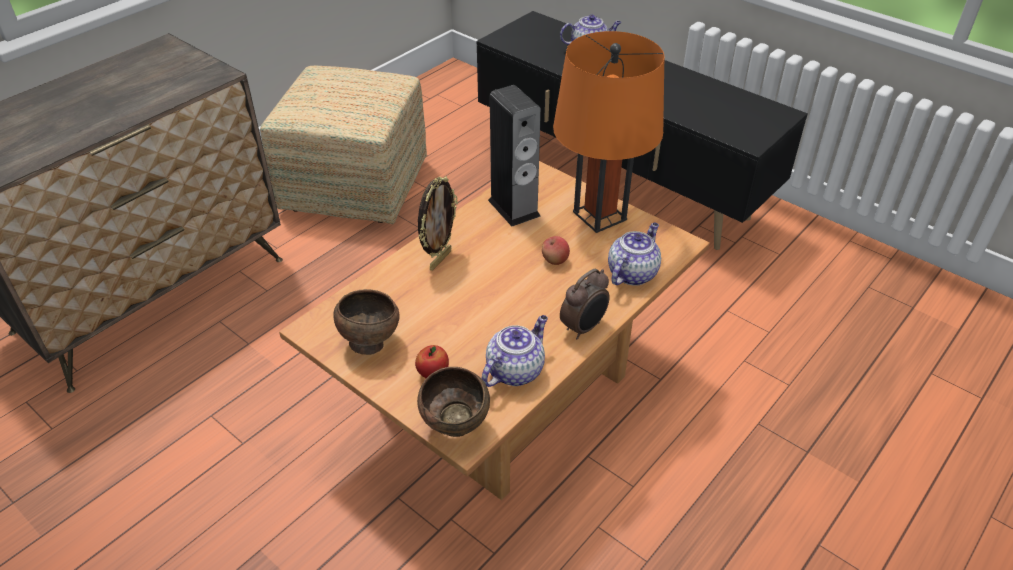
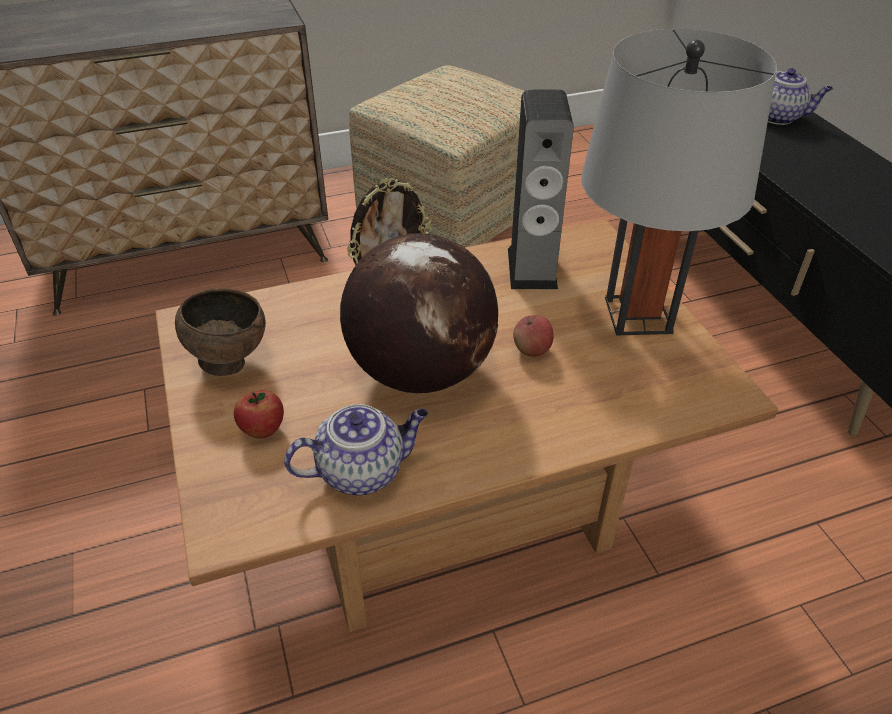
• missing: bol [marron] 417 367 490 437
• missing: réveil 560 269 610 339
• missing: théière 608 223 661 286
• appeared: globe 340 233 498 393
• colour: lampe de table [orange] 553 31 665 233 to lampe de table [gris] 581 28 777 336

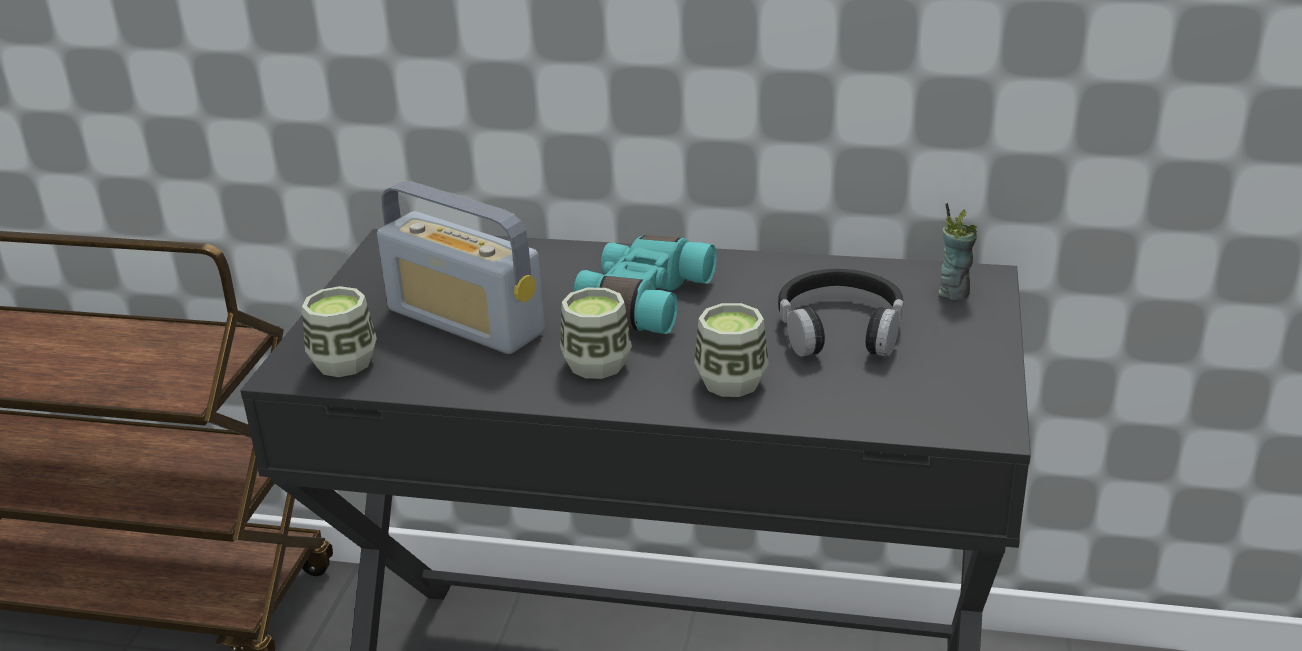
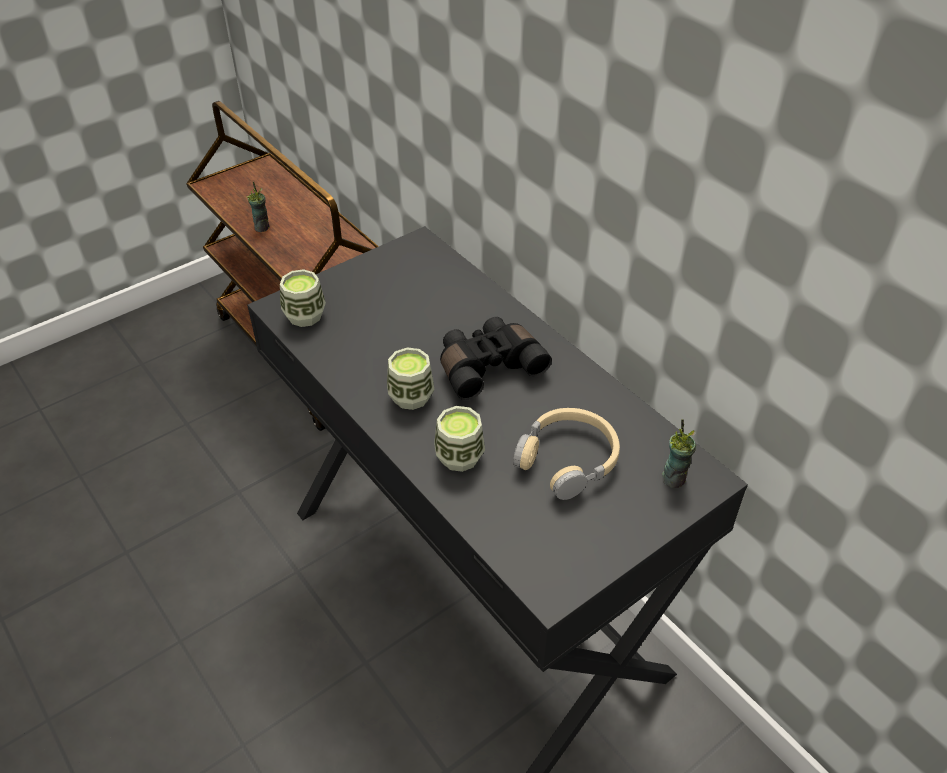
• missing: radio 377 181 545 354
• appeared: tasse 247 182 270 232
• colour: jumelles [turquoise] 574 235 717 334 to jumelles [noir] 440 317 552 400
• colour: casque audio [noir] 778 269 903 357 to casque audio [beige] 513 408 620 500

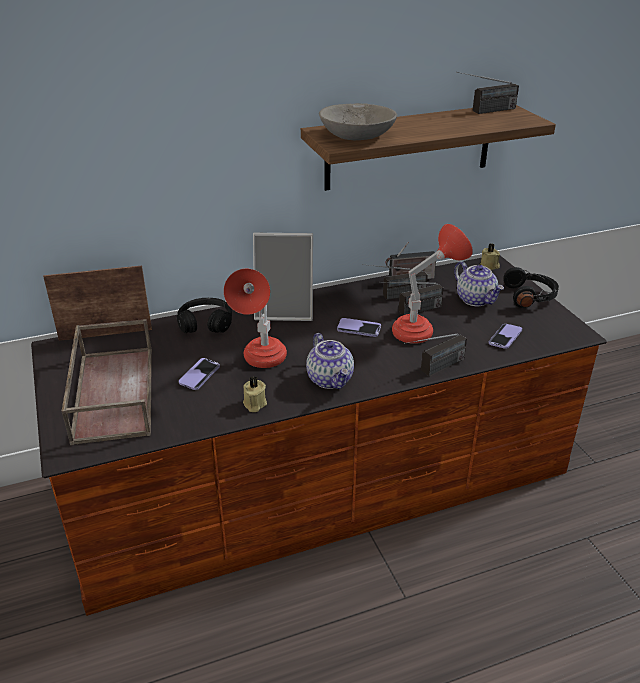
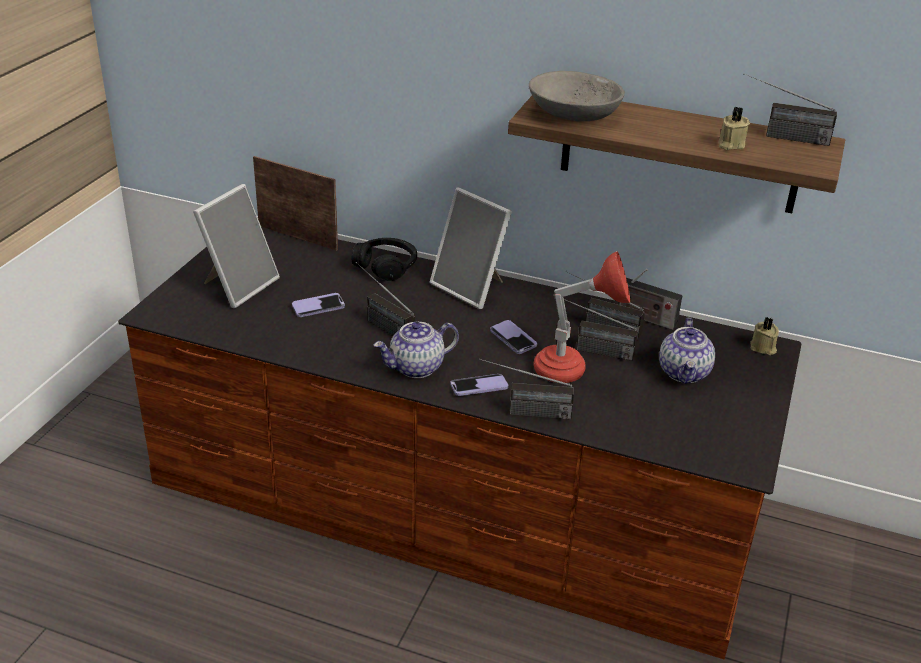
• missing: casque audio [noir] 503 267 559 308
• relocated: bougie [beige] 243 376 267 412 to 718 107 750 150
• relocated: téléphone 489 324 522 349 to 450 374 508 396
• exchanged: plateau [marron] 62 319 152 445 to cadre photo 193 184 280 308
• exchanged: lampe de table [rouge] 224 269 287 368 to radio 356 262 415 336
• spun: théière 306 333 354 389 = 374 322 459 378 45 degrees clockwise

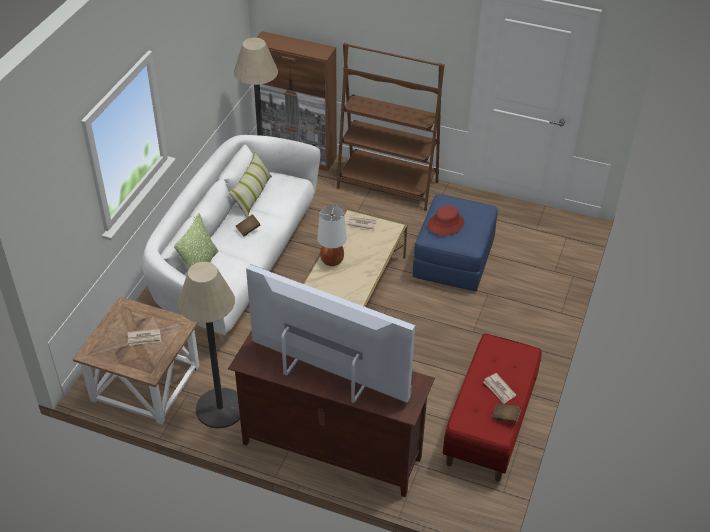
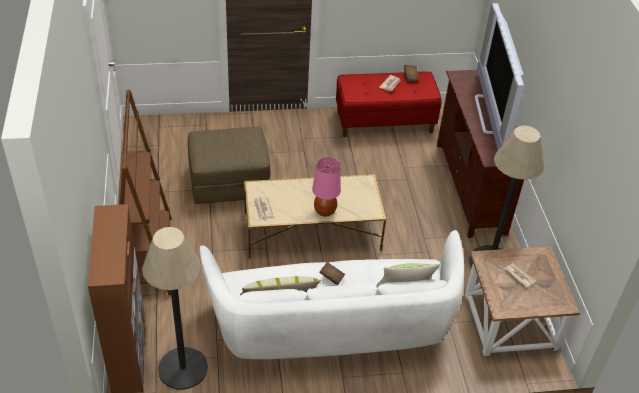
• missing: chapeau [rouge] 427 205 464 236
• colour: lampe de table [blanc] 317 205 347 266 to lampe de table [rose] 312 158 341 217
• colour: pouf [bleu] 413 195 498 291 to pouf [marron] 188 127 270 204

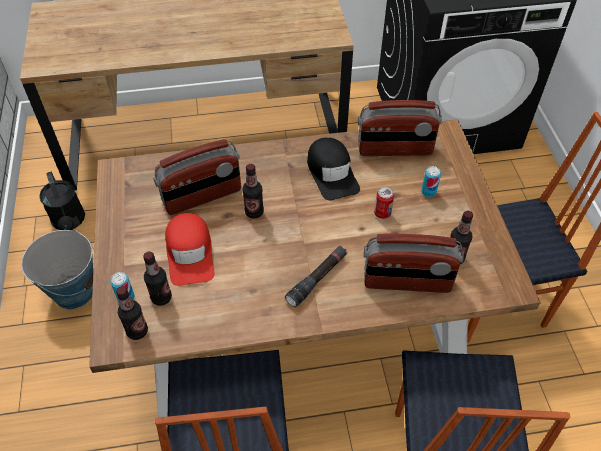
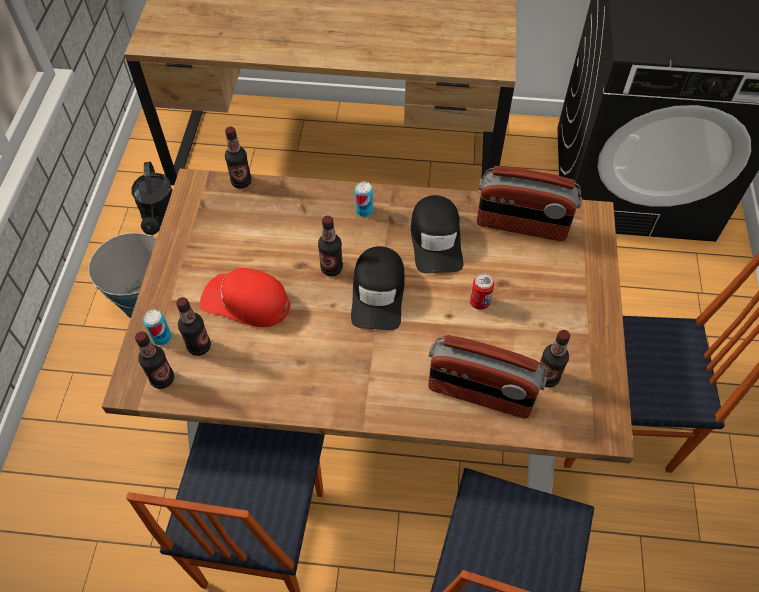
• missing: radio 153 139 241 215
• missing: lampe de poche [noir] 285 246 347 307
• appeared: bouteille 225 127 252 189
• appeared: casquette [noir] 351 246 405 330
• relocated: boîte métallique 421 166 441 197 to 355 182 373 217
• spun: casquette [rouge] 165 213 214 286 = 200 268 290 327 105 degrees clockwise

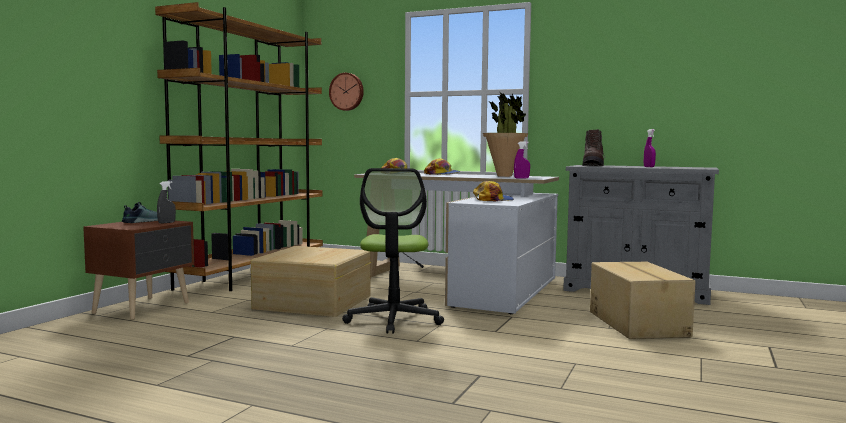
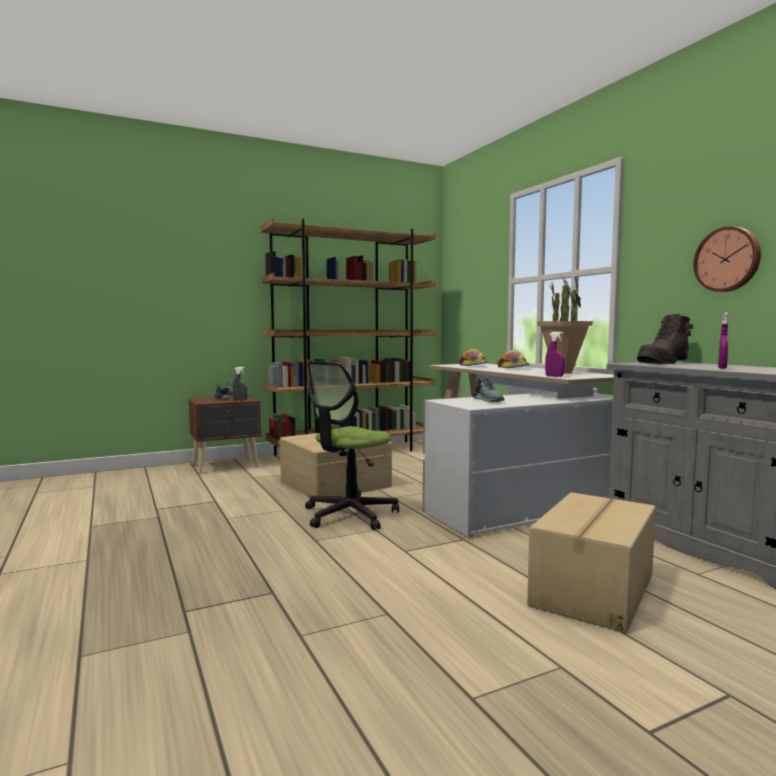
• relocated: horloge murale 329 73 364 111 to 693 226 761 292
• exchanged: casquette 473 181 514 202 to chaussure 473 378 504 402

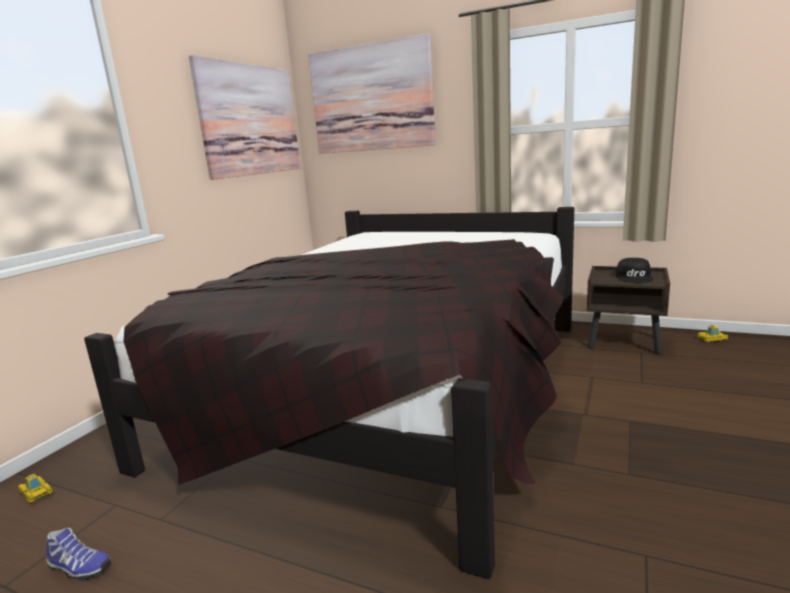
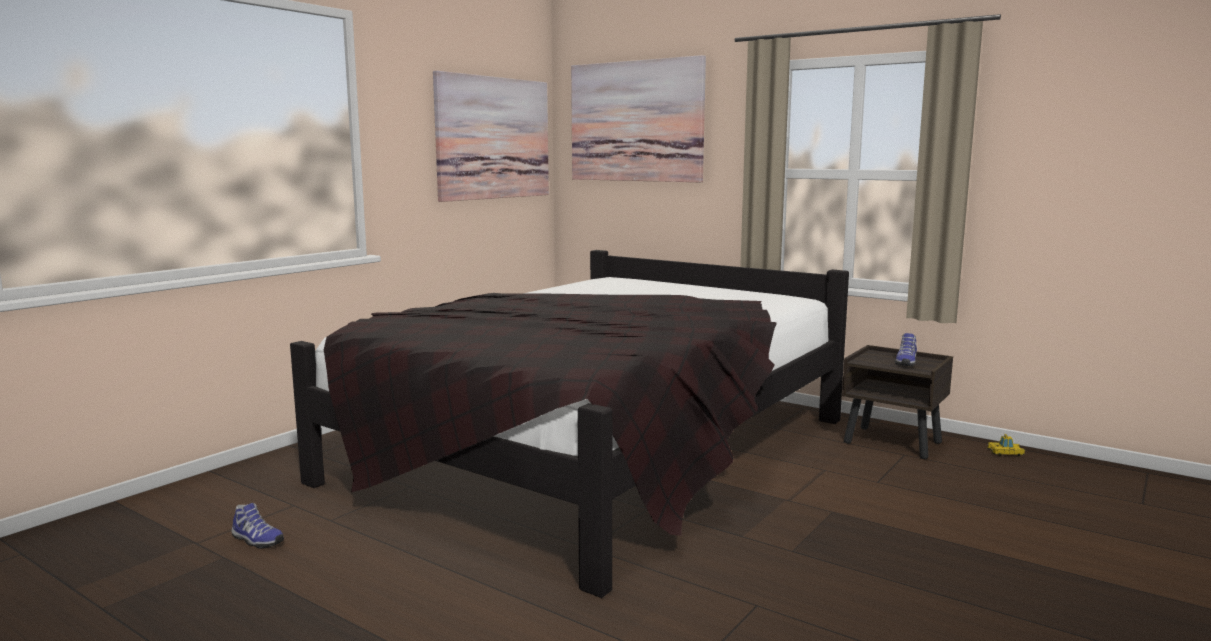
• missing: petite voiture 18 474 53 504
• exchanged: casquette [noir] 616 258 653 283 to chaussure 895 333 917 366

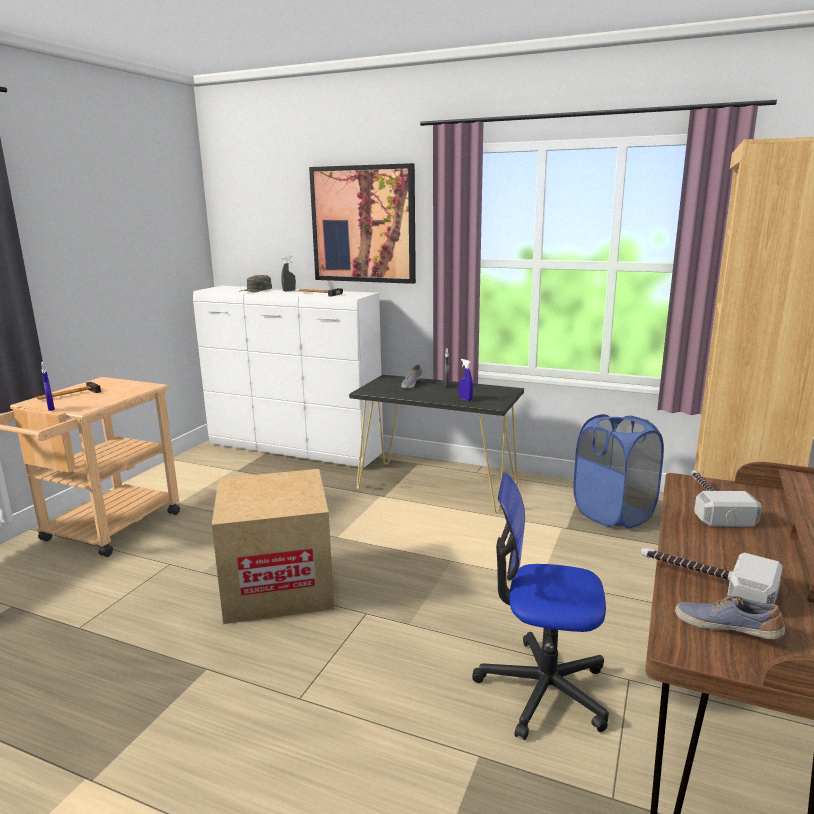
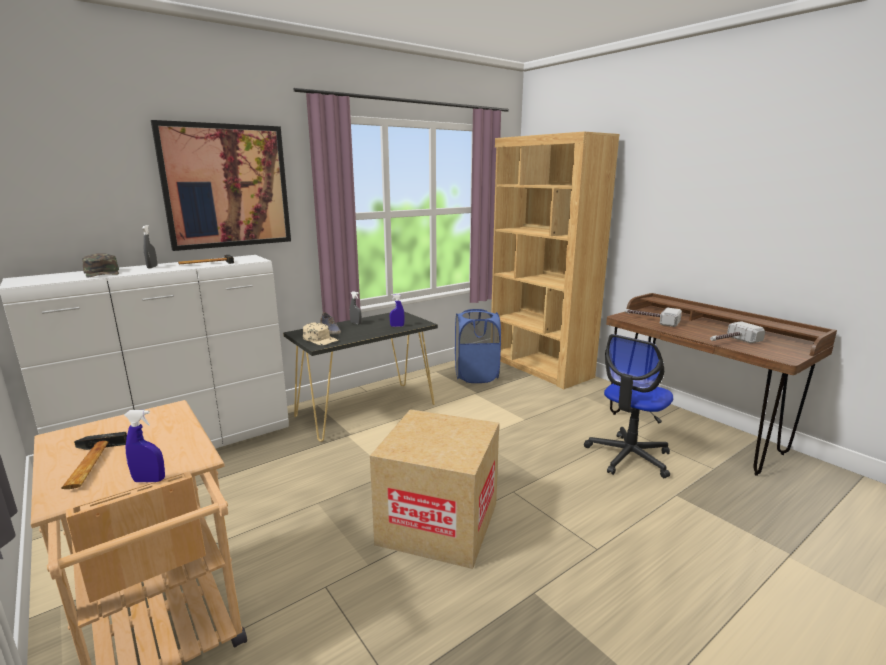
• missing: chaussure 675 595 785 639
• appeared: casquette [beige] 303 322 339 345

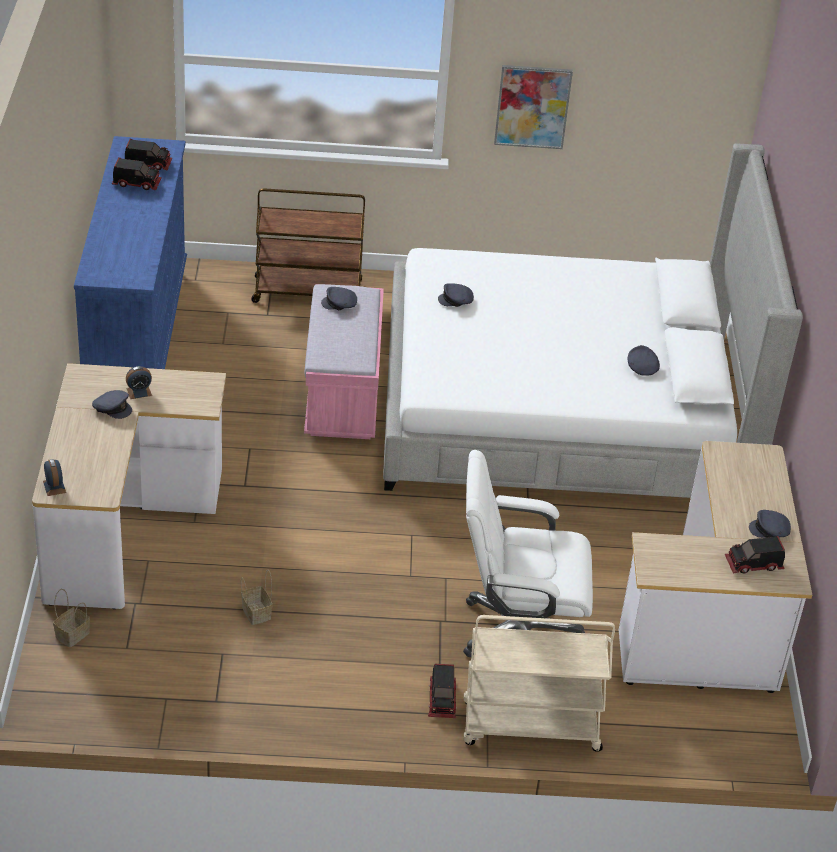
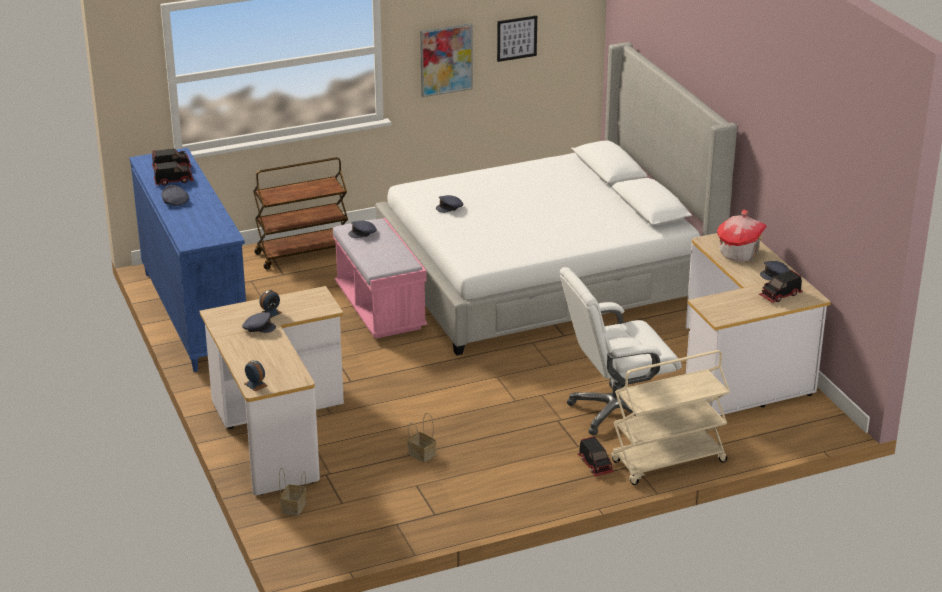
• appeared: tableau 497 15 537 62
• appeared: maison miniature 717 210 767 262
• relocated: casquette [gris] 628 345 660 376 to 161 185 189 206

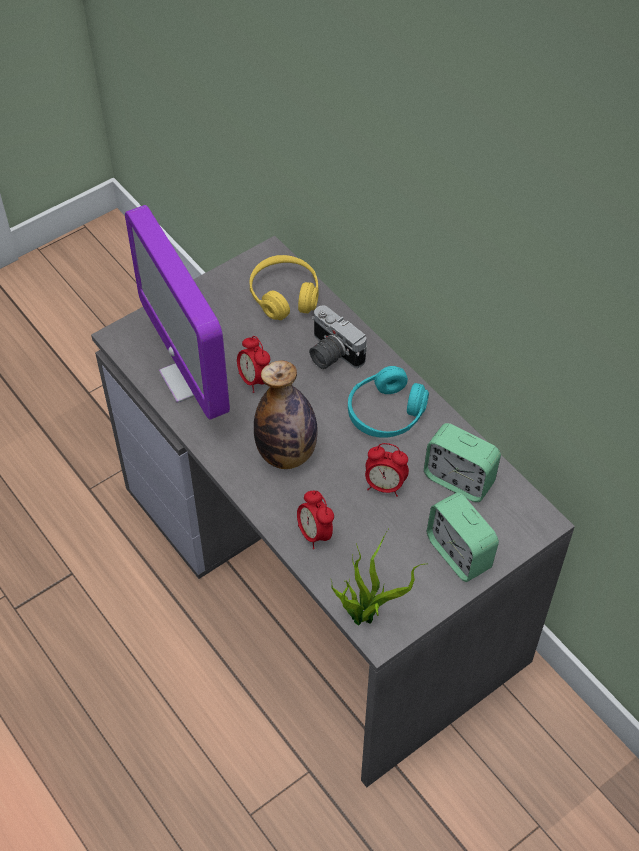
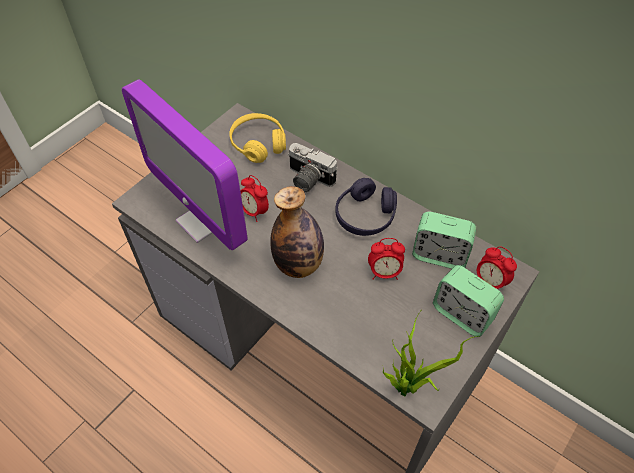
• relocated: réveil 297 491 334 549 to 477 246 517 289
• colour: casque audio [turquoise] 348 366 429 438 to casque audio [violet] 335 178 397 236

